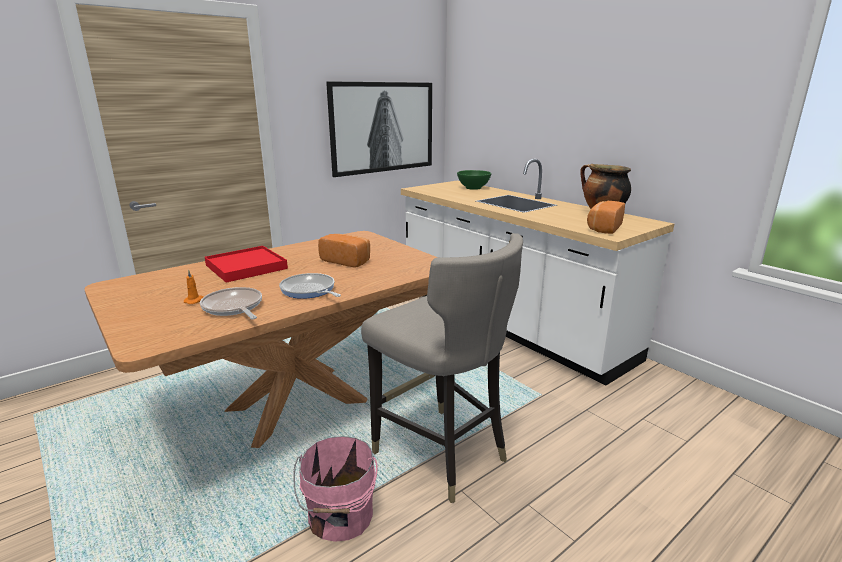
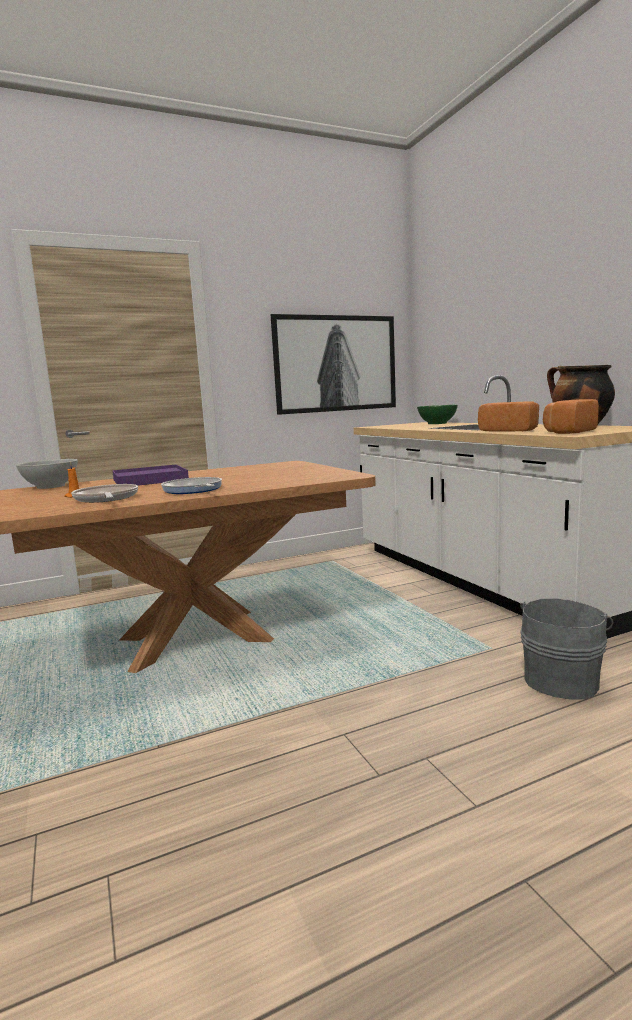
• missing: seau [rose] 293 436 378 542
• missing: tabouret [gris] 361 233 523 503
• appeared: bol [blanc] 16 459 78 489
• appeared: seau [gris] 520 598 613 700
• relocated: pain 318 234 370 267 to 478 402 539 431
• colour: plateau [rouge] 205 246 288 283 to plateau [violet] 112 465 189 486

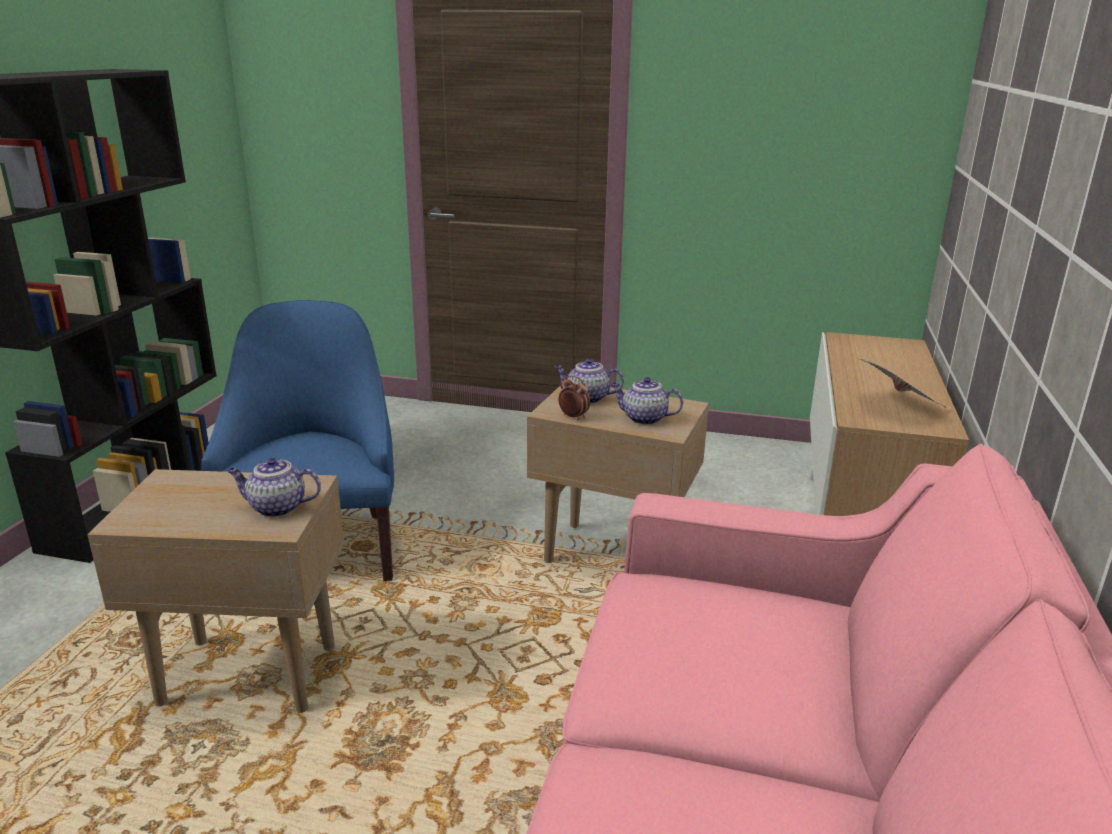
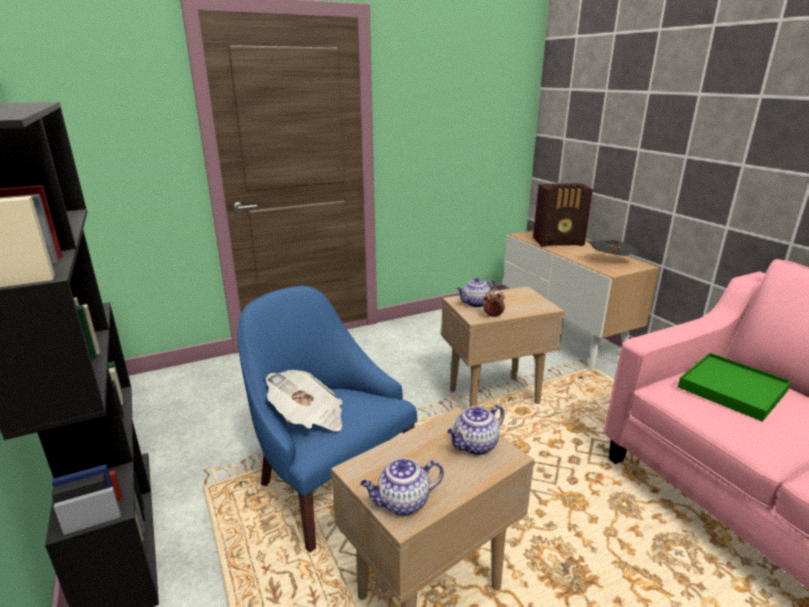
• appeared: journal 266 370 343 431
• appeared: radio 533 183 593 246
• appeared: plateau [vert] 678 353 791 422
• relocated: théière 611 377 683 425 to 360 458 444 516

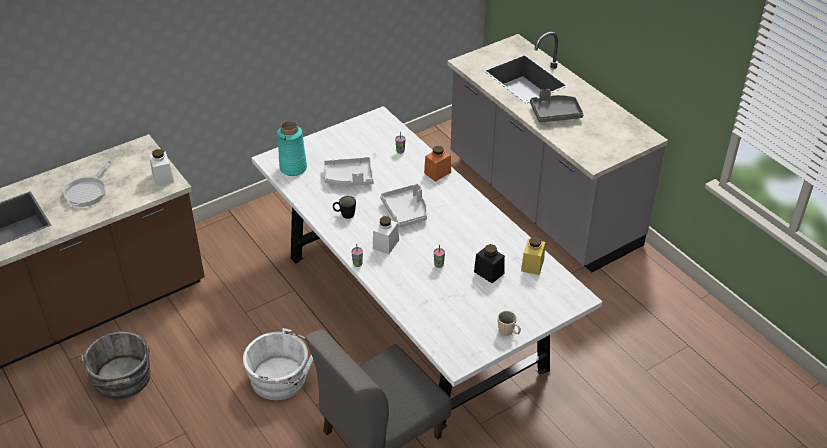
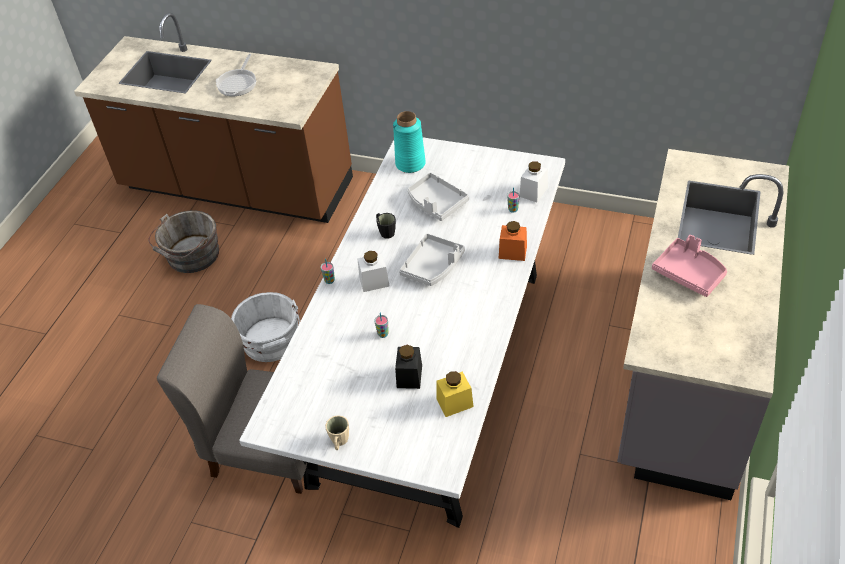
• relocated: bocal [blanc] 149 149 174 186 to 519 161 548 202
• colour: plateau [gris] 530 89 583 122 to plateau [rose] 652 235 727 297
• spun: poêle 63 160 112 207 = 216 54 256 96 60 degrees counterclockwise

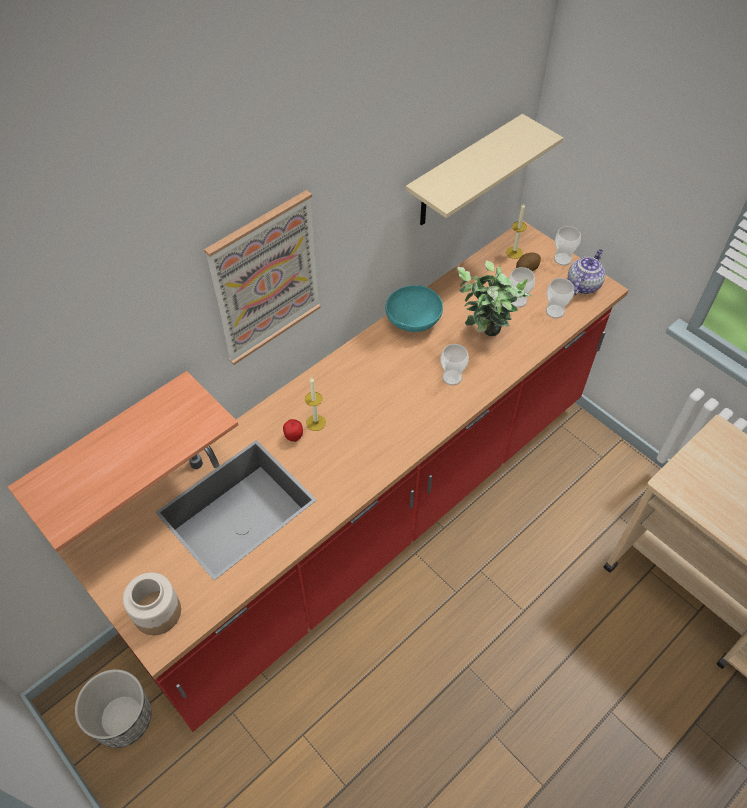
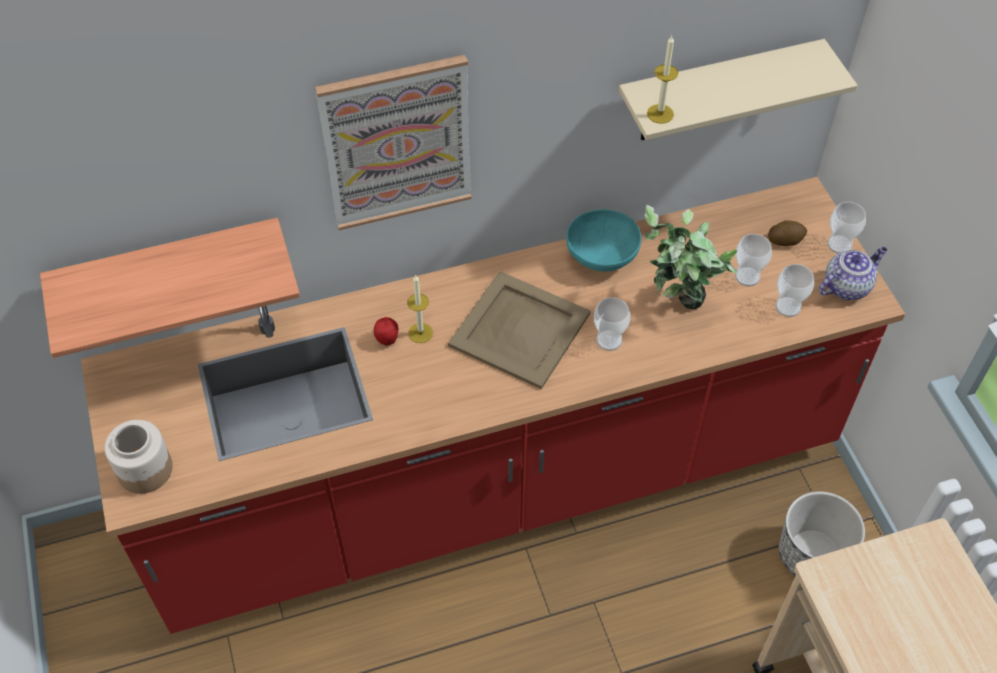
• appeared: plateau [beige] 448 271 591 389
• relocated: cache-pot 75 669 152 748 to 779 491 865 576
• relocated: bougie 506 203 527 259 to 647 36 678 124

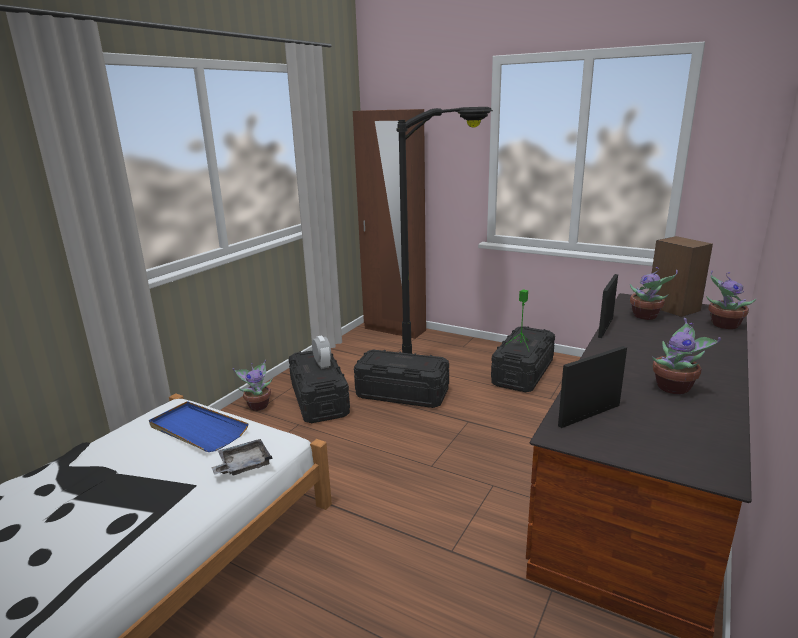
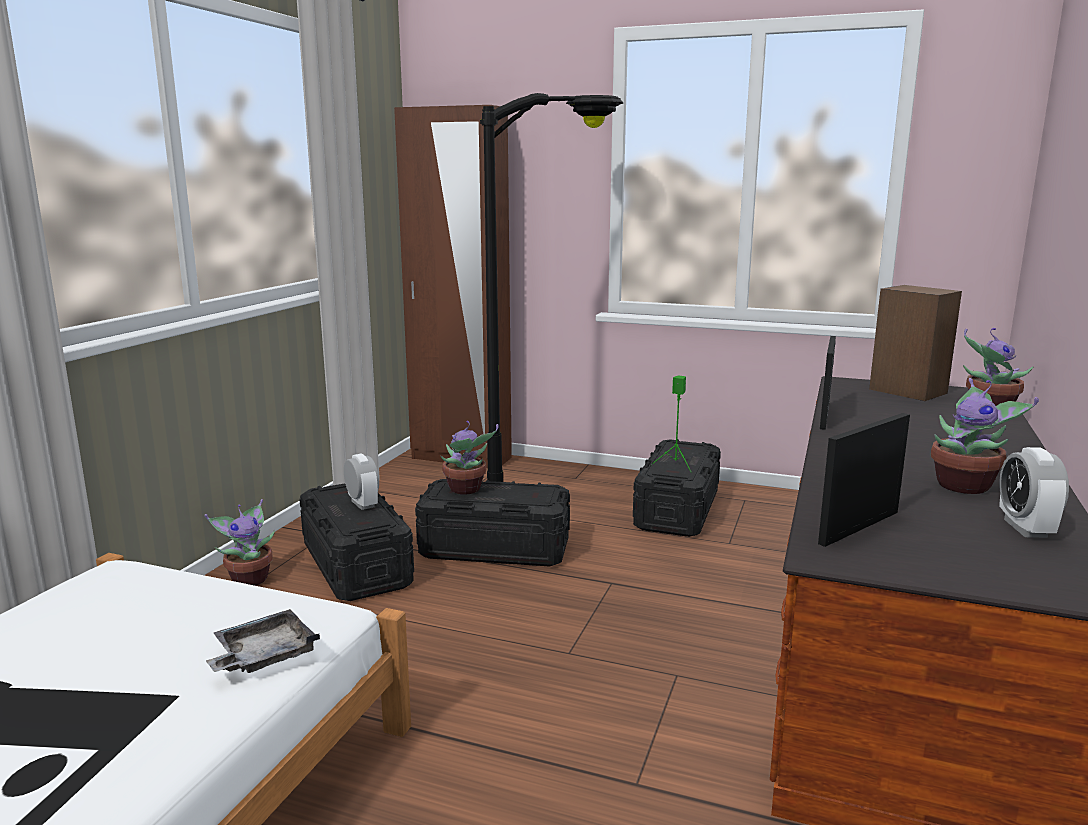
• missing: plateau [bleu] 149 401 249 452
• appeared: réveil 999 447 1069 538
• relocated: plante en pot 630 267 678 320 to 440 421 499 495

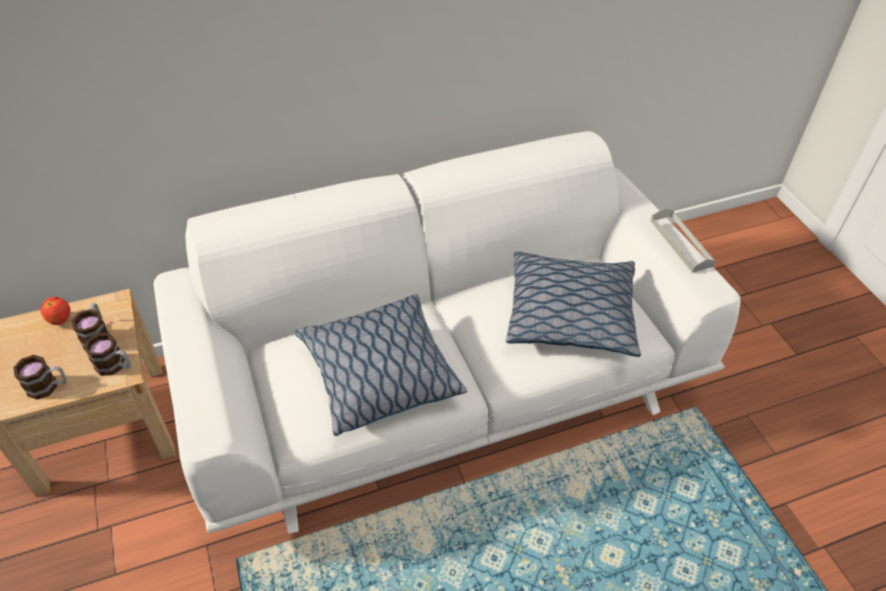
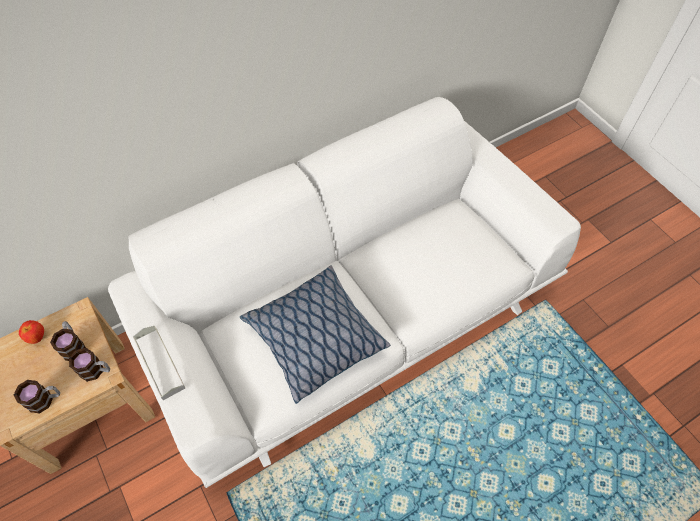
• missing: coussin 506 251 641 357
• relocated: plateau [gris] 651 208 716 273 to 133 326 185 400

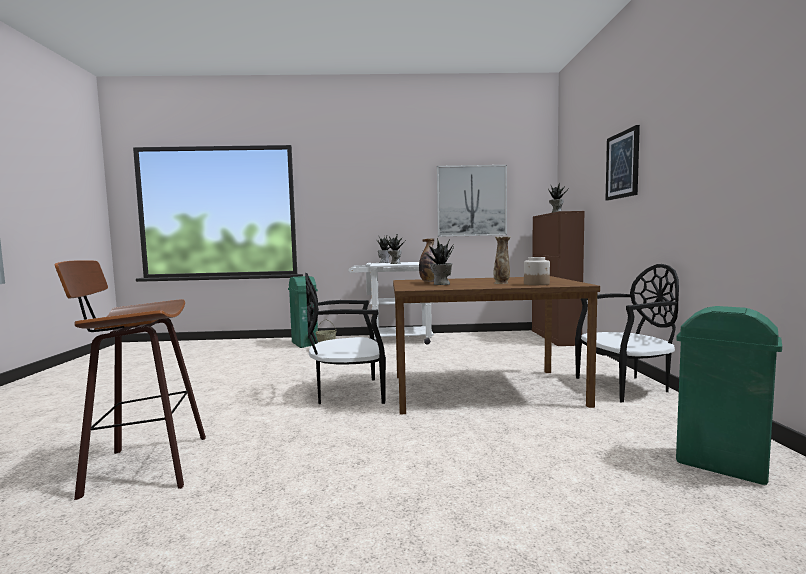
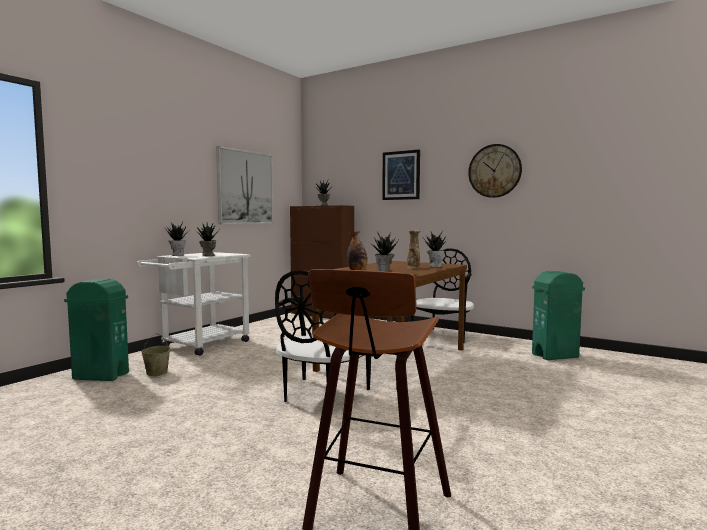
• appeared: horloge murale 468 144 522 198
• exchanged: bocal 524 257 550 285 to plante en pot 423 230 447 268

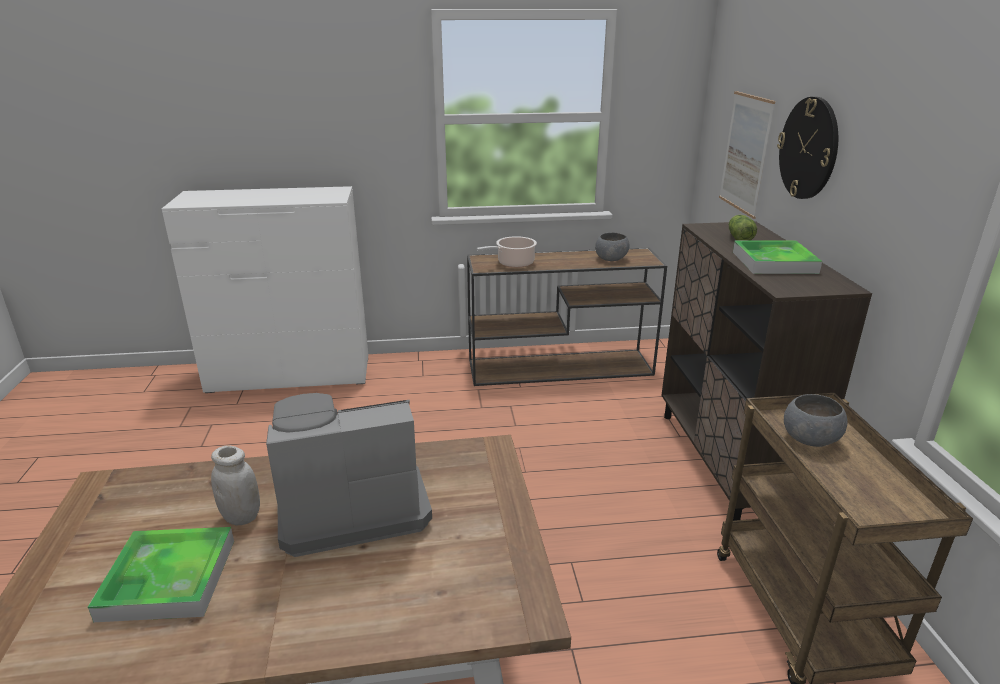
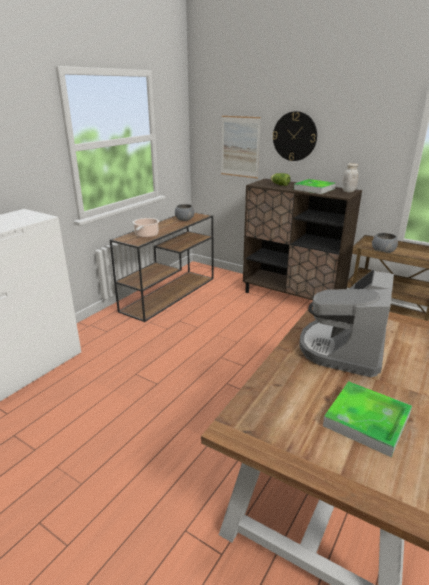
• relocated: bocal [blanc] 211 445 260 526 to 342 163 358 193

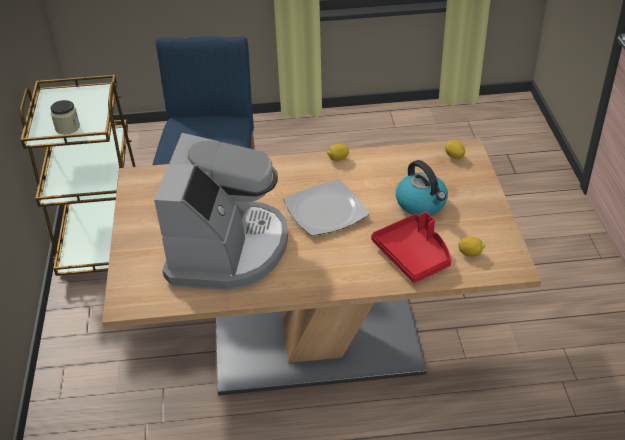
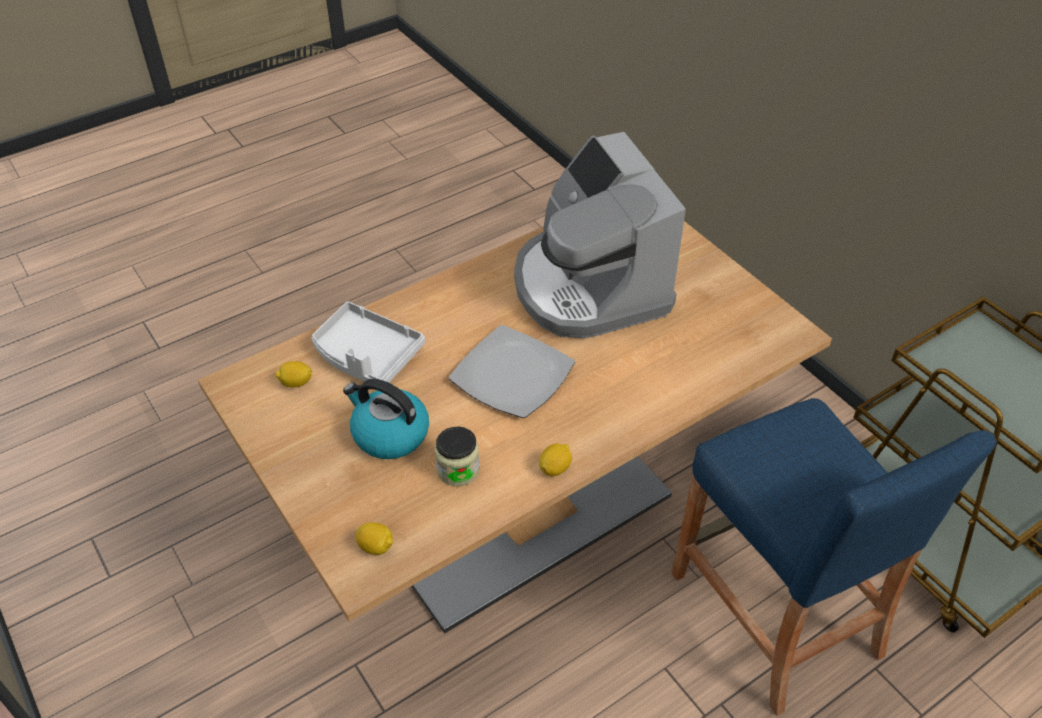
• relocated: bocal 50 100 80 135 to 435 427 480 486
• colour: plateau [rouge] 371 211 451 283 to plateau [gris] 311 301 425 383

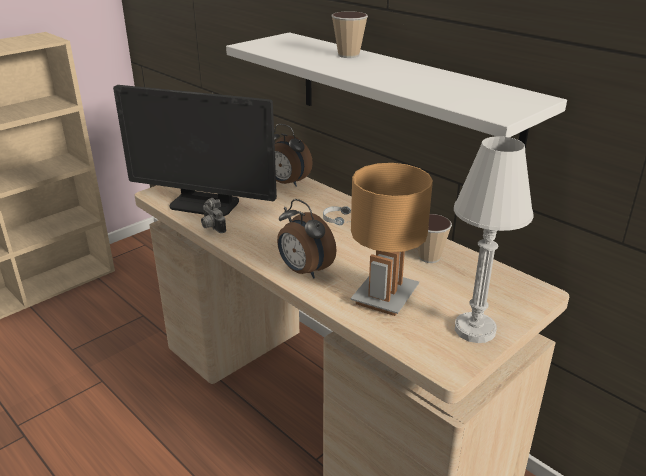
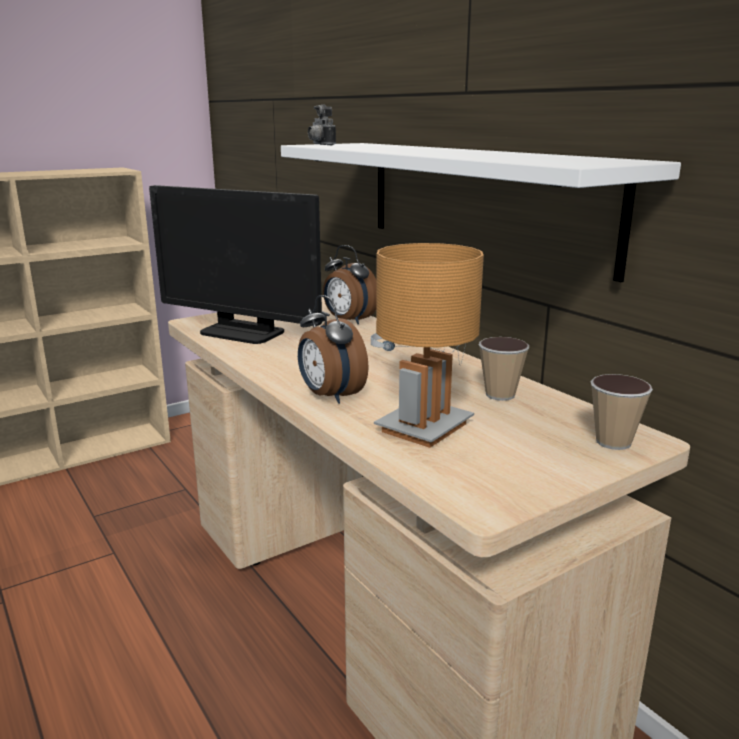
• missing: lampe de table [blanc] 454 136 534 343
• relocated: appareil photo 201 198 226 233 to 308 104 336 145
• relocated: tasse 332 11 368 58 to 590 374 653 450

